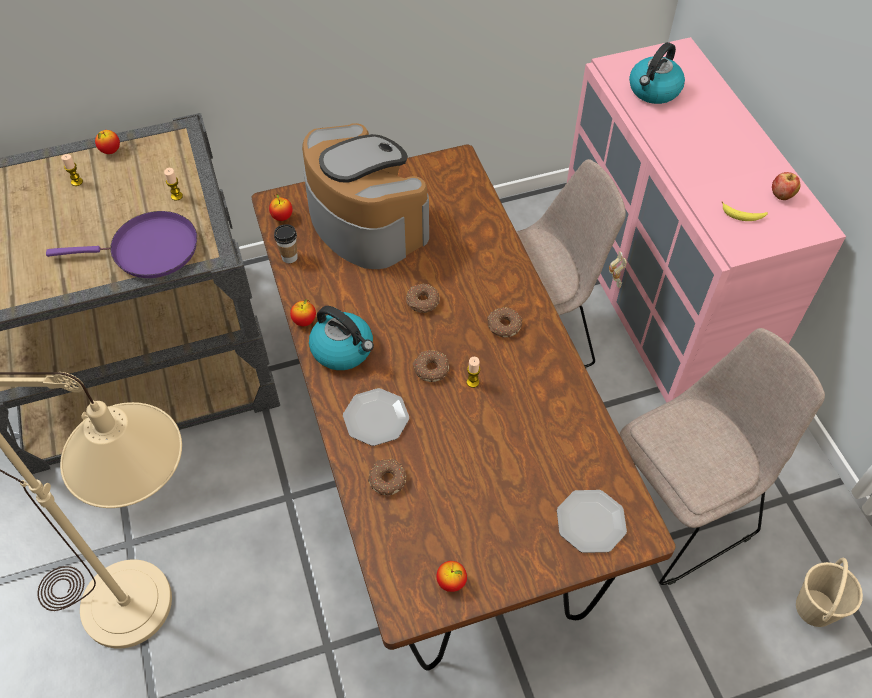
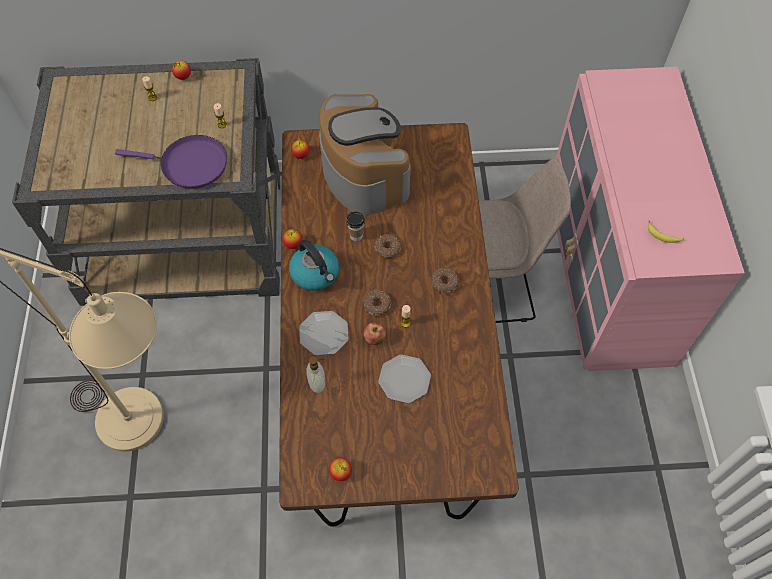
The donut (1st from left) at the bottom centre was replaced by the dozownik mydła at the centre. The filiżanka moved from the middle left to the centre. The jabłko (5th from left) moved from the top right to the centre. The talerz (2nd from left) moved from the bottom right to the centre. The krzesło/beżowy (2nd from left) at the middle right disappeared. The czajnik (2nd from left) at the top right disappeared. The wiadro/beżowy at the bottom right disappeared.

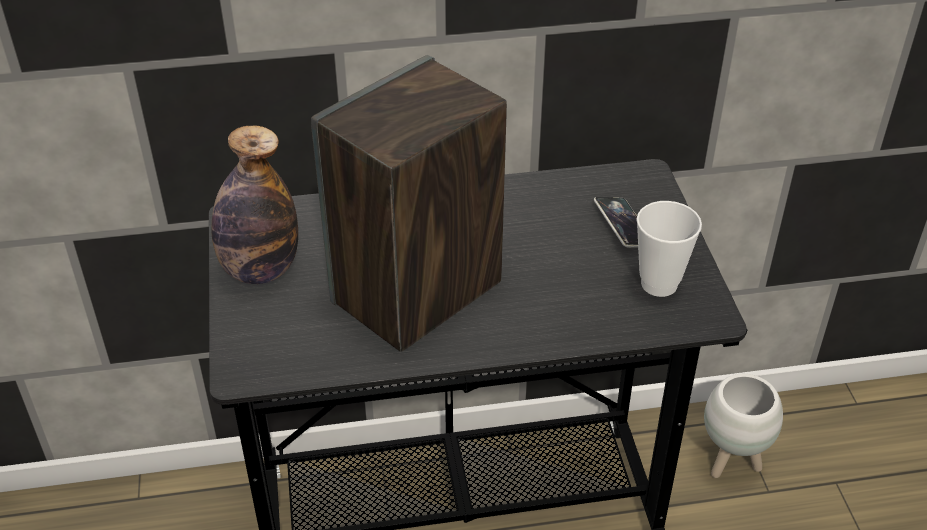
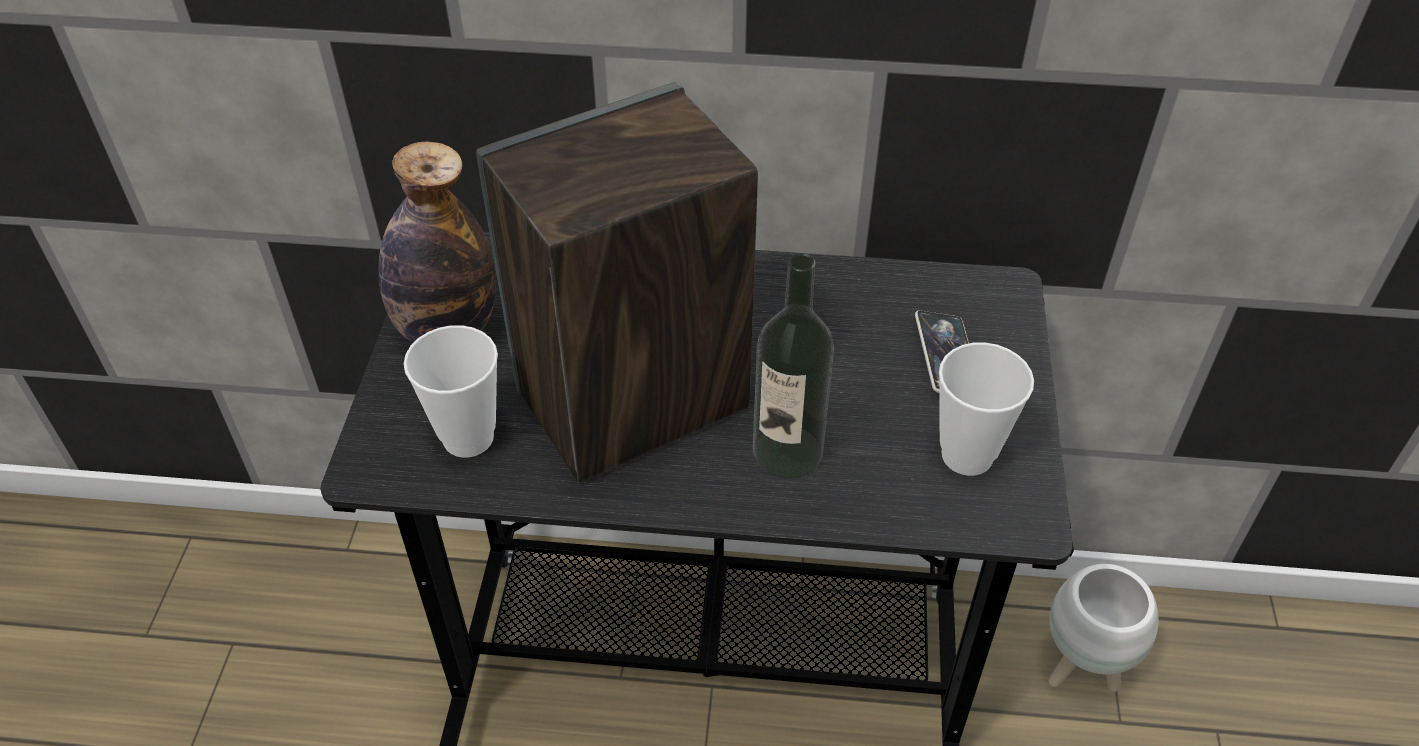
The filiżanka (1st from left) at the middle left appeared. The butelka (2nd from left) at the centre appeared.

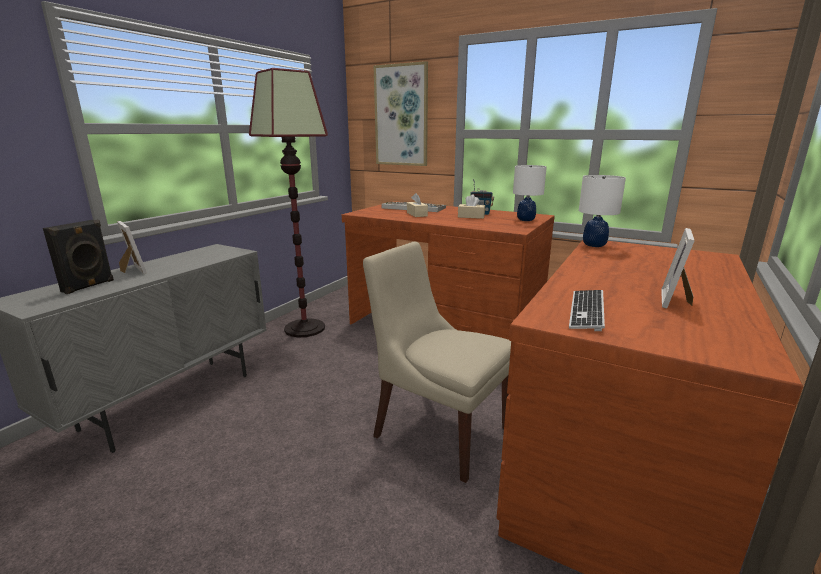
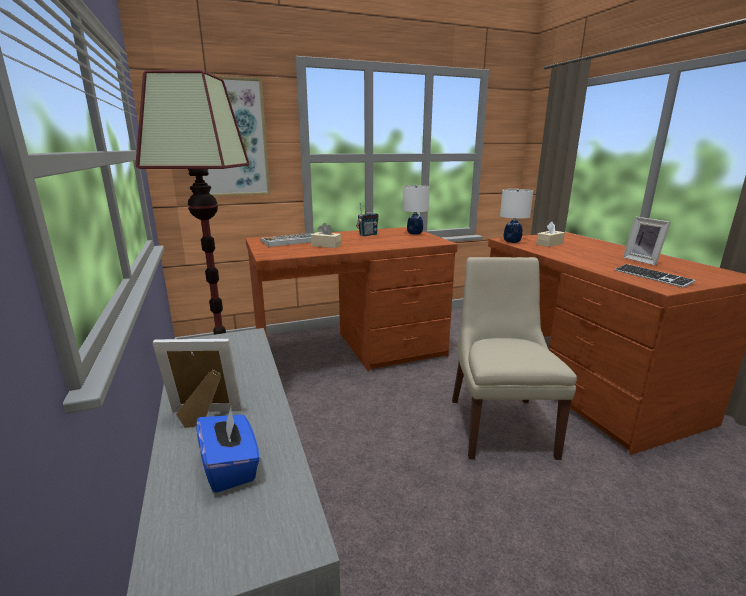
The głośnik/czarny at the middle left was replaced by the pudełko chusteczek/niebieski at the bottom left. The krzesło/beżowy at the centre turned 105 degrees clockwise. The pudełko chusteczek/beżowy (2nd from left) moved from the centre to the middle right.

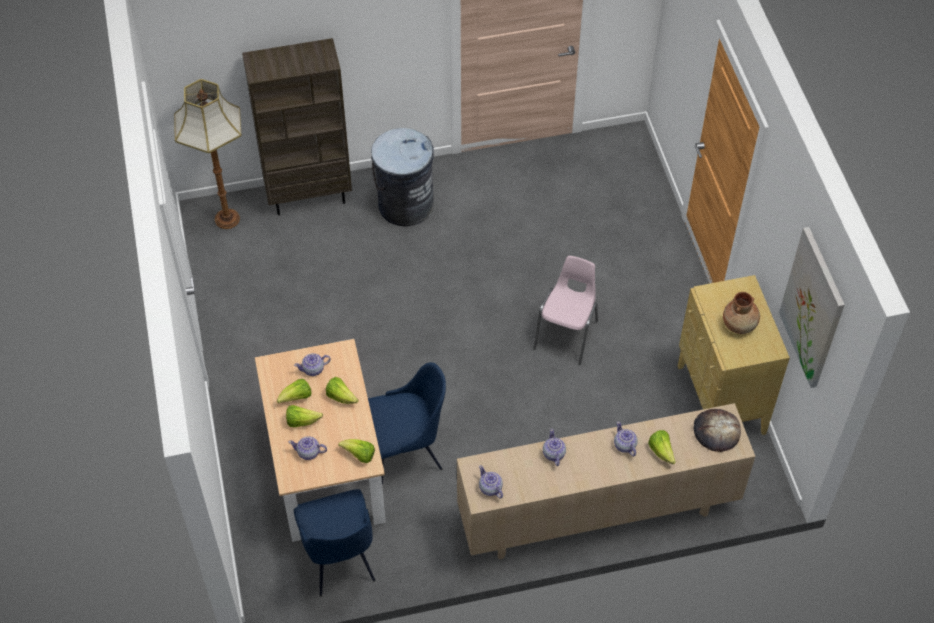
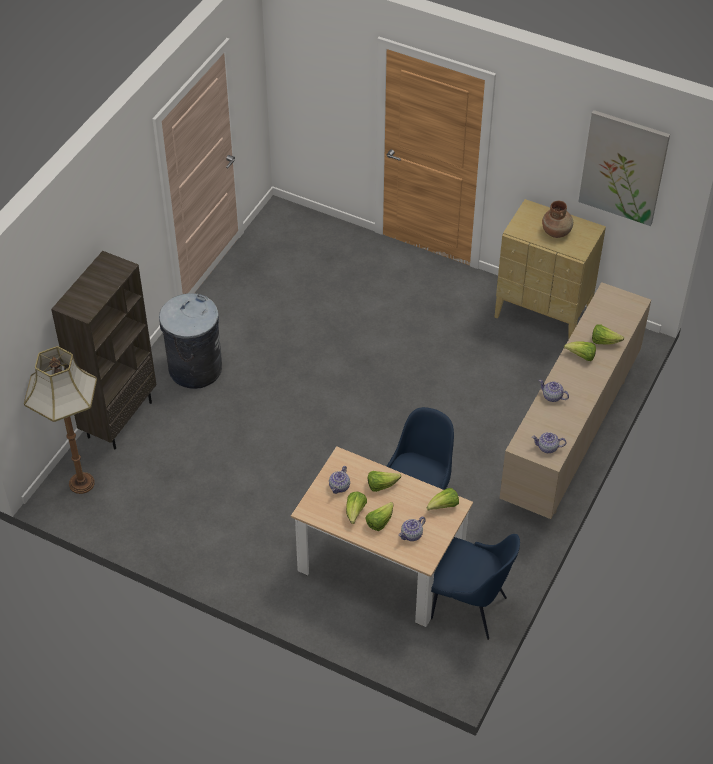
The imbryk (5th from left) at the bottom right was replaced by the sałata (5th from left) at the middle right. The krzesło/różowy at the centre disappeared. The chleb at the bottom right disappeared.

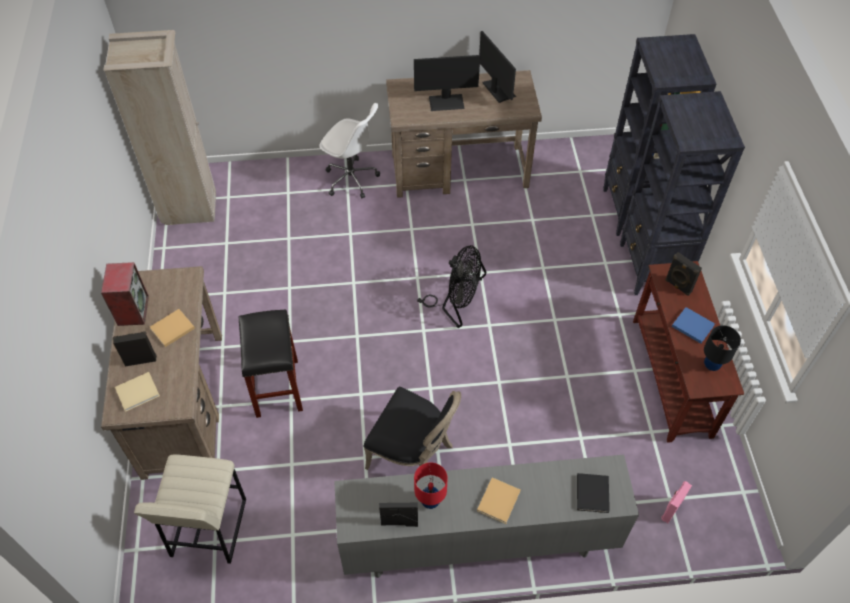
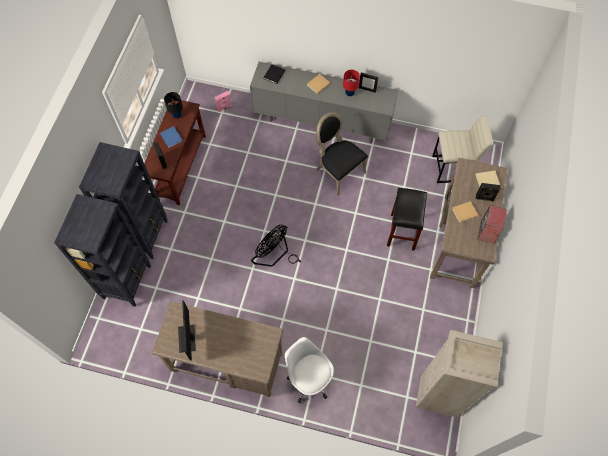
The krzesło/beżowy at the bottom left turned 60 degrees clockwise. The monitor (1st from left) at the top centre disappeared.

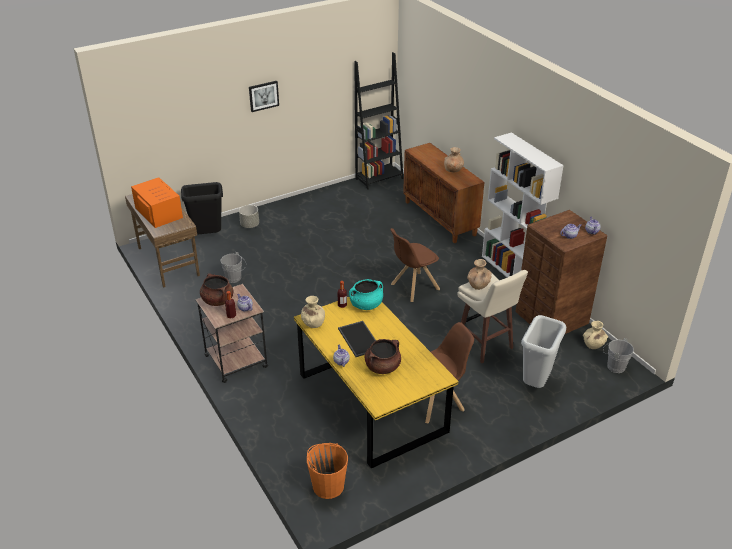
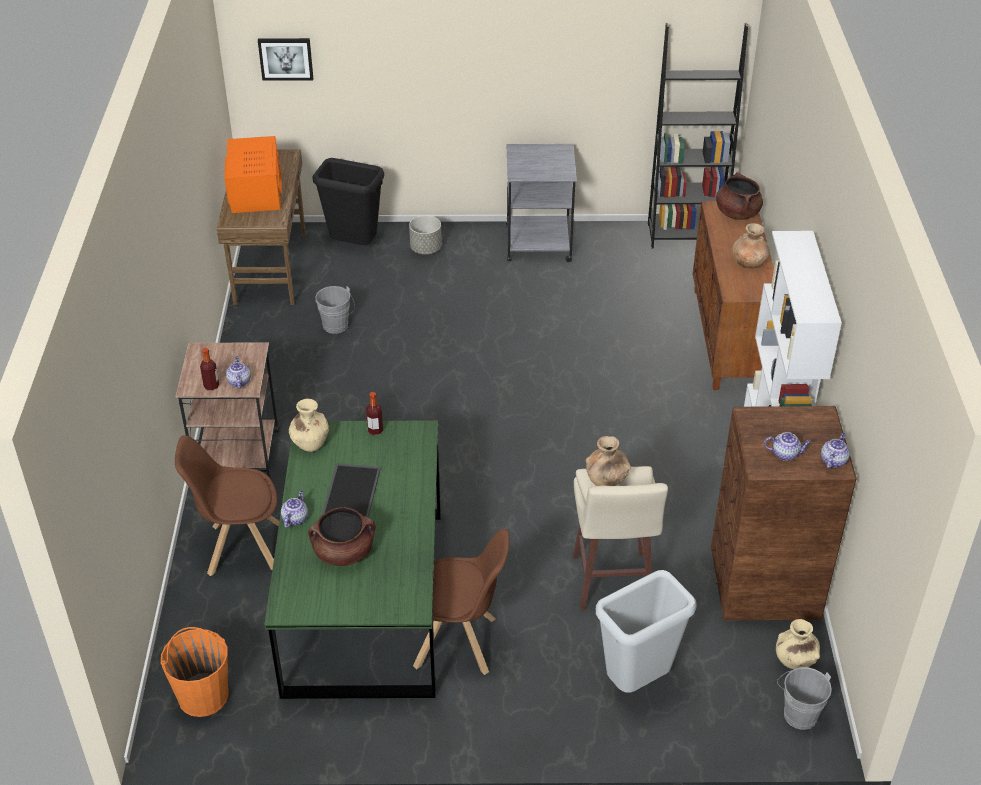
The krzesło/brązowy (1st from left) moved from the centre to the middle left. The obraz moved from the top centre to the top left. The stół jadalny/żółty at the bottom centre became the stół jadalny/zielony at the bottom centre. The wózek/szary at the top centre appeared. The garnek/brązowy (1st from left in the first image) moved from the middle left to the top right. The garnek/turkusowy at the centre disappeared.

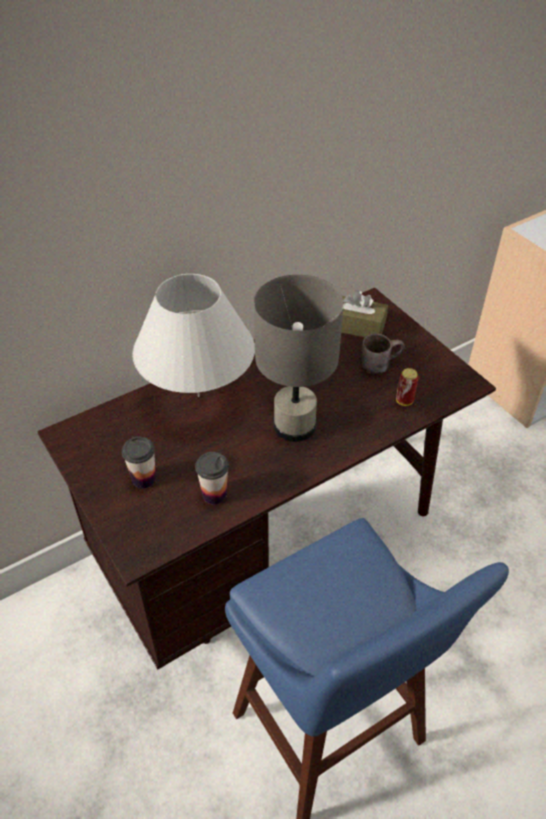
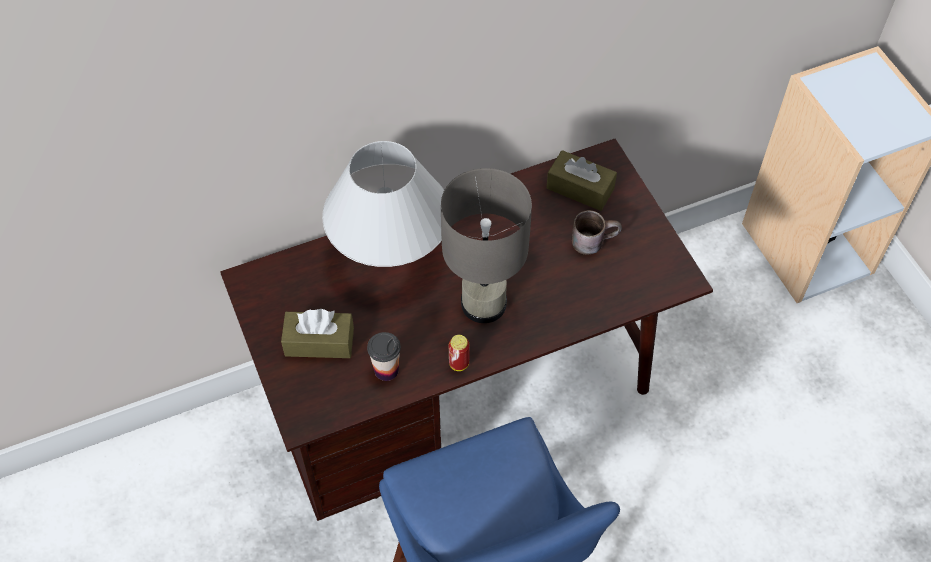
The filiżanka (1st from left) at the middle left was replaced by the pudełko chusteczek/brązowy (1st from left) at the centre. The puszka moved from the middle right to the centre.

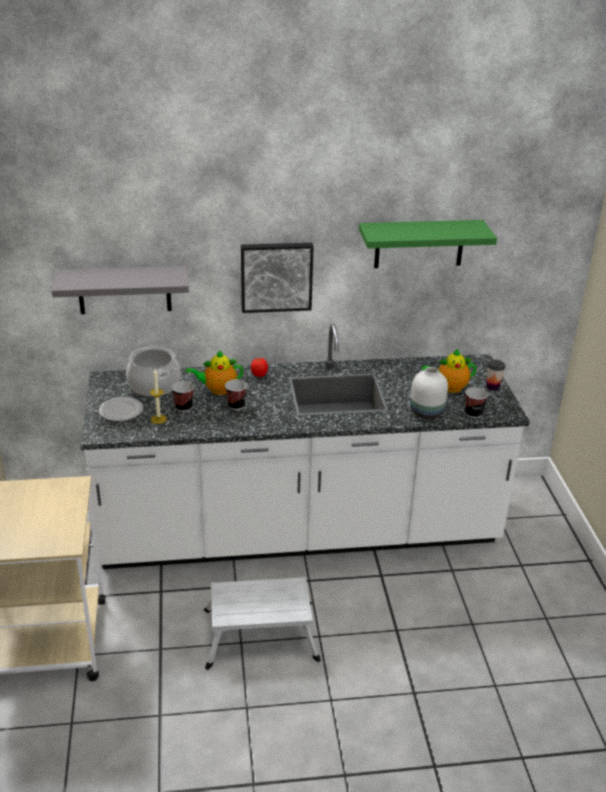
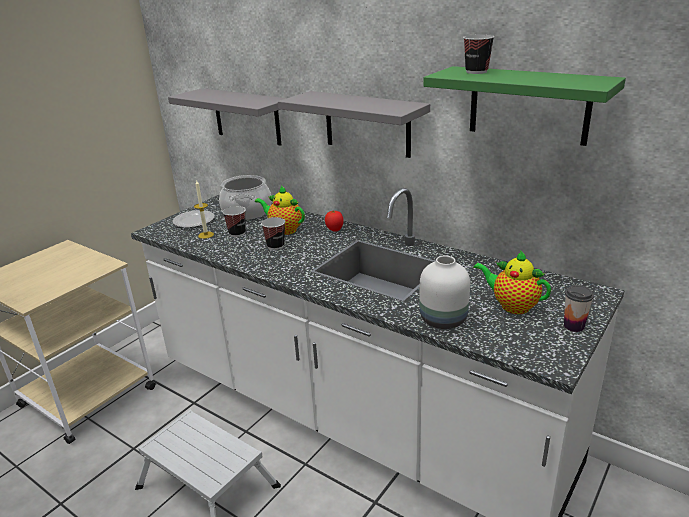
The obraz at the centre was replaced by the półka/szary (2nd from left) at the top centre. The filiżanka (3rd from left) moved from the middle right to the top right.

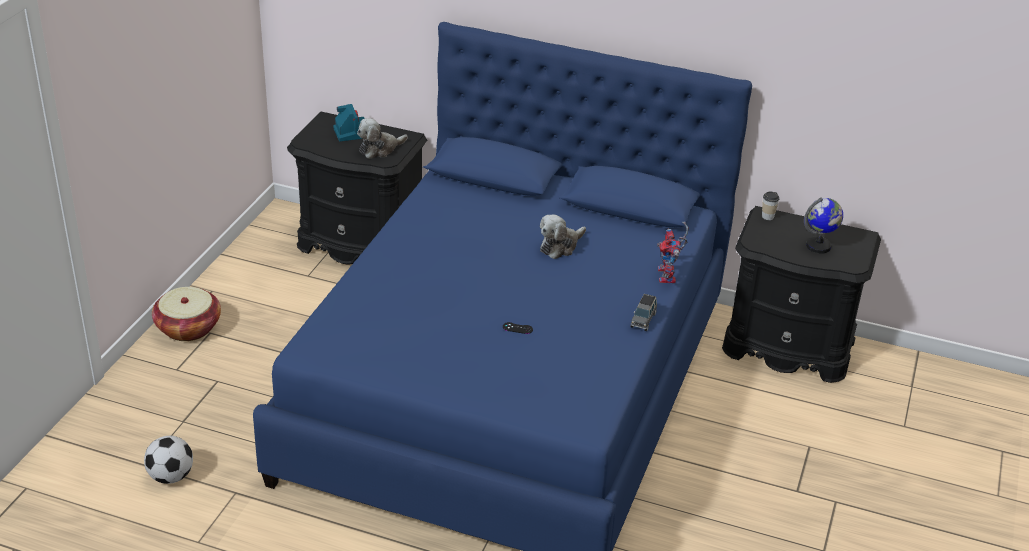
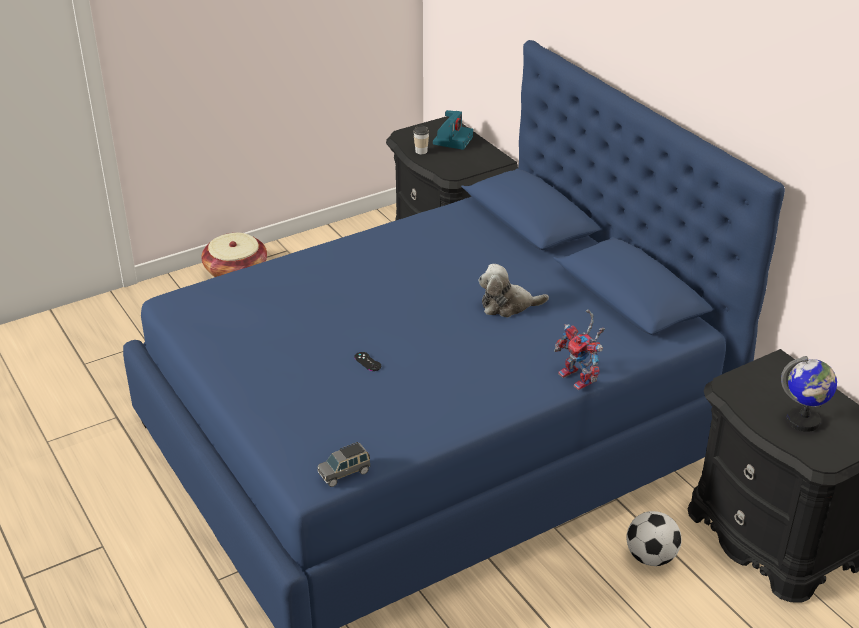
The samochodzik/szary moved from the centre to the bottom centre. The filiżanka moved from the middle right to the top centre. The robot zabawkowy at the centre turned 75 degrees counterclockwise. The piłka futbolowa moved from the bottom left to the bottom right. The pluszak (1st from left) at the top centre disappeared.

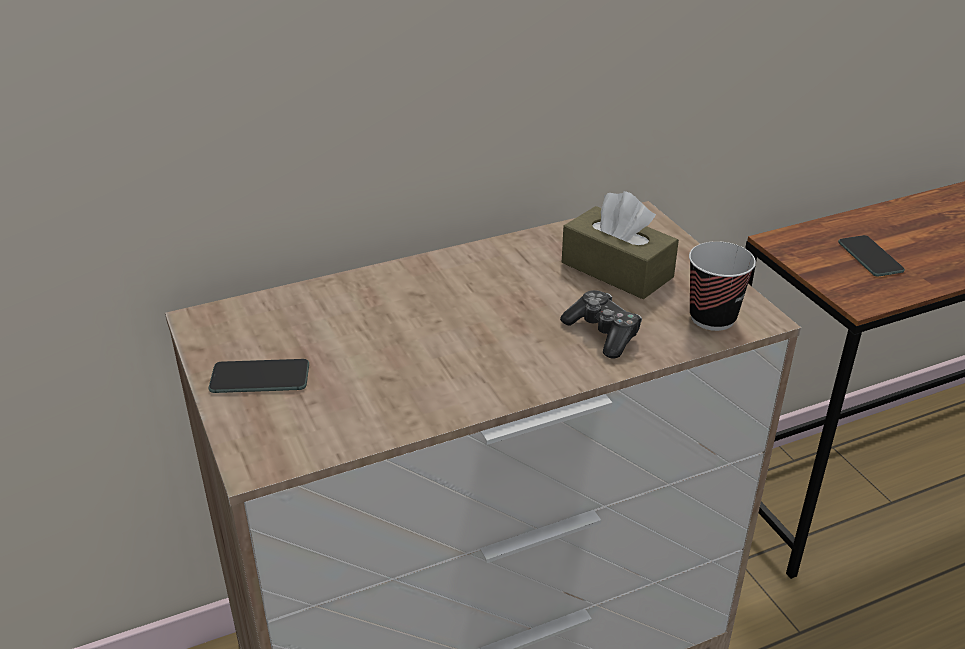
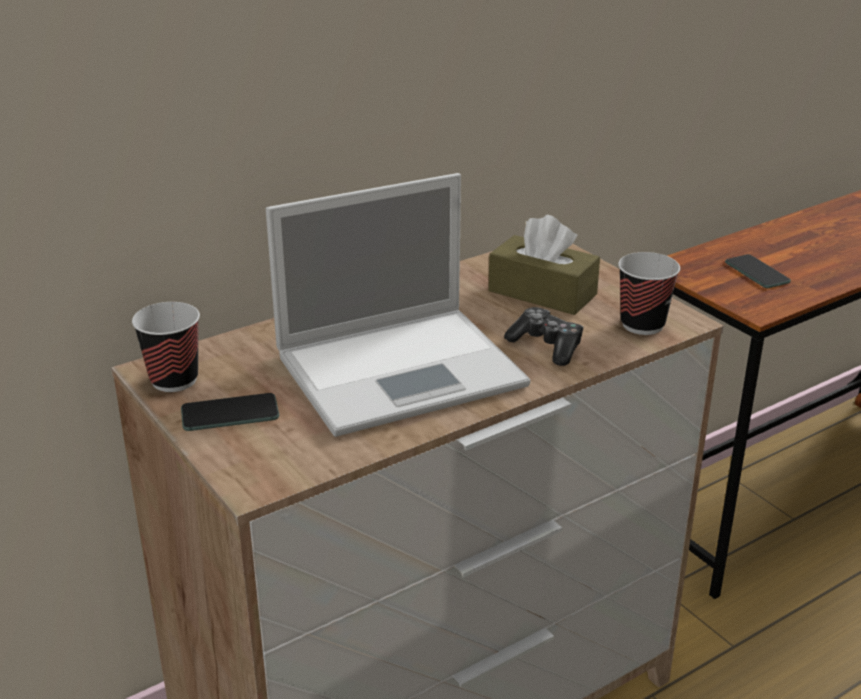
The filiżanka (1st from left) at the middle left appeared. The laptop at the centre appeared.

